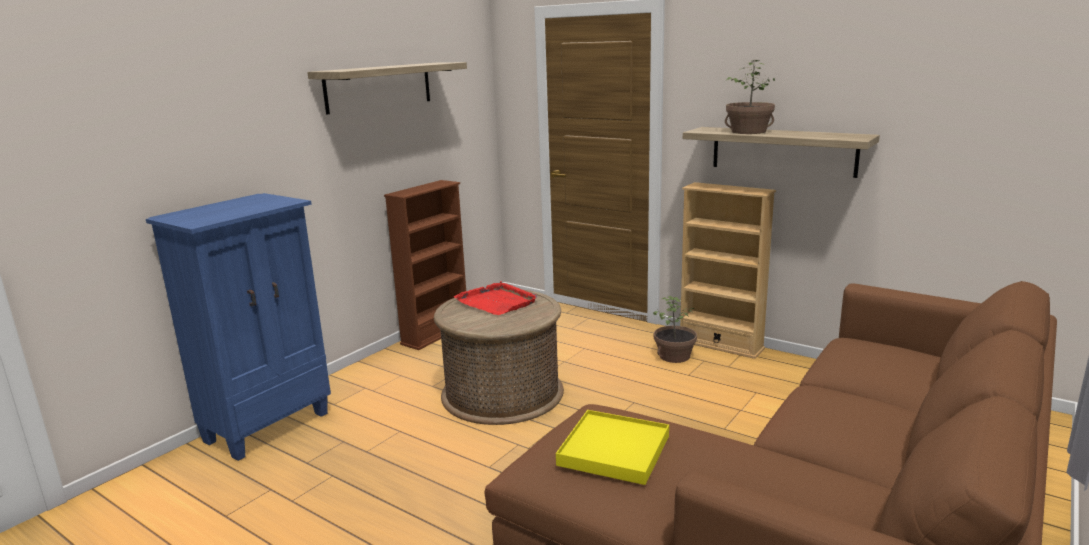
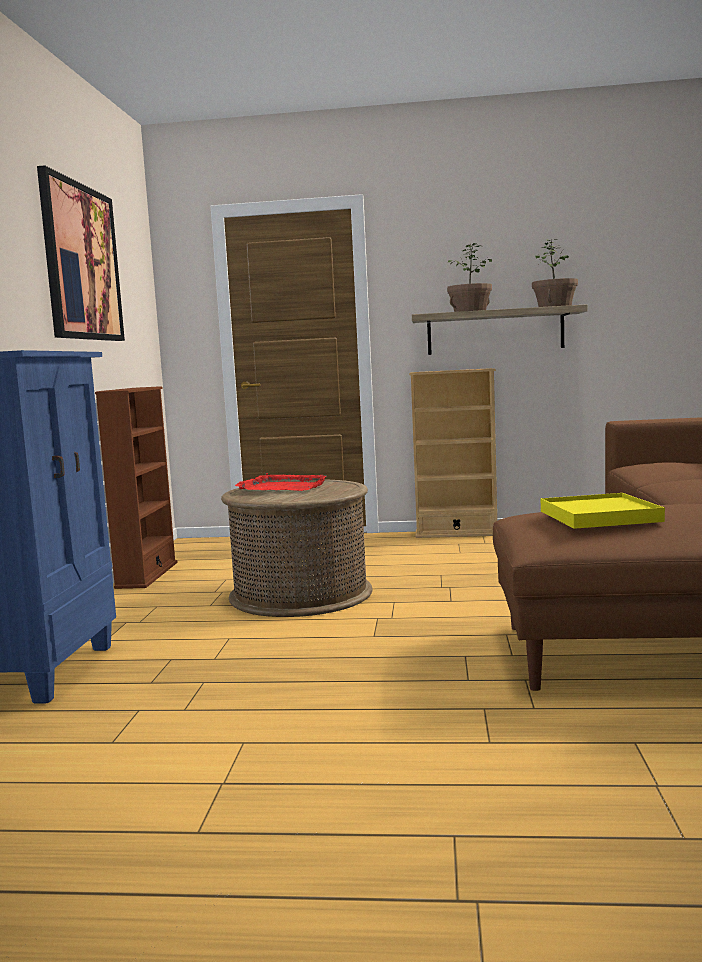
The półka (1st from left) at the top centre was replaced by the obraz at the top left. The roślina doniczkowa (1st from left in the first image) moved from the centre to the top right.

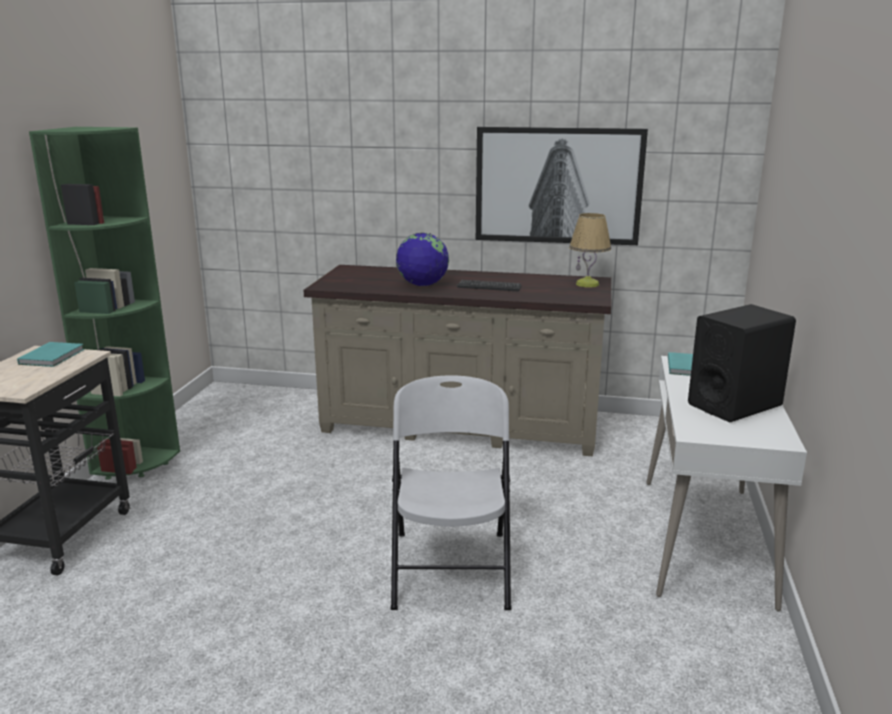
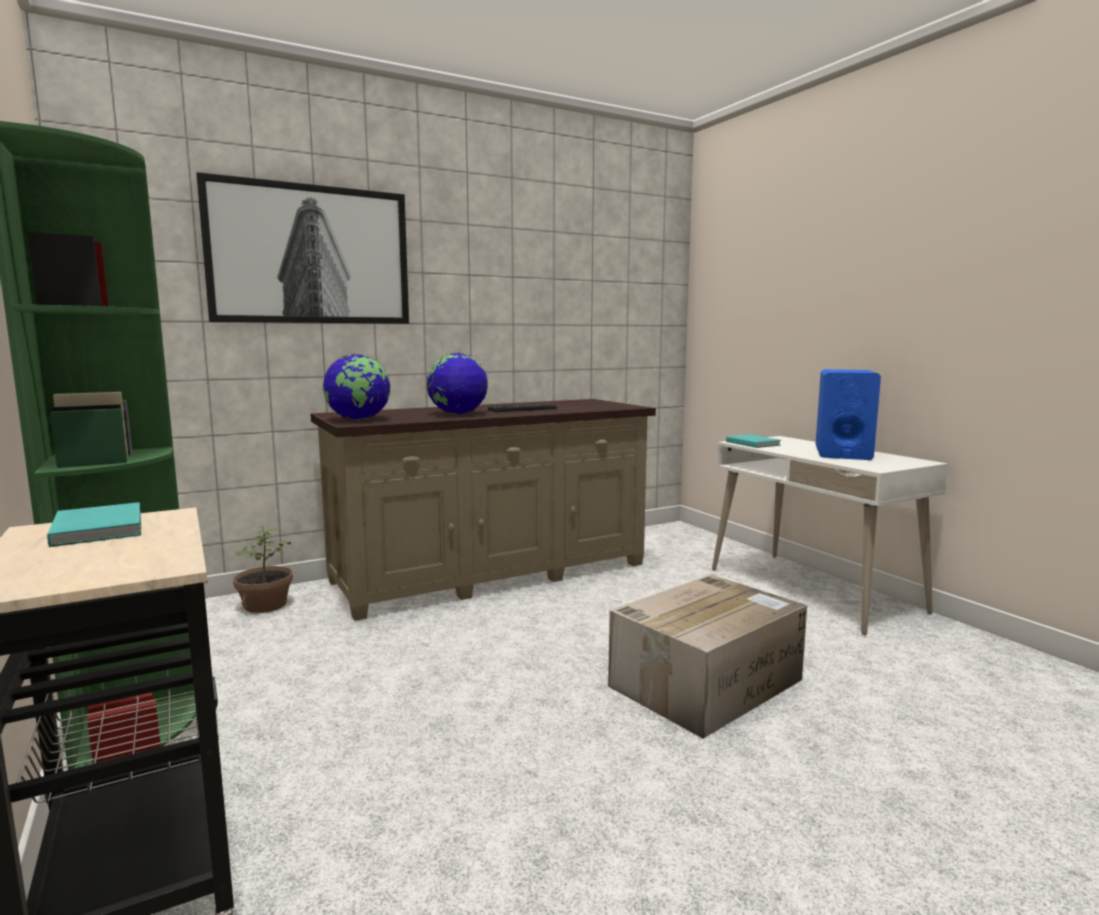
The obraz moved from the top centre to the top left. The roślina doniczkowa at the middle left appeared. The globus (1st from left) at the middle left appeared. The krzesło/biały at the bottom centre was replaced by the karton at the bottom centre. The głośnik/czarny at the middle right became the głośnik/niebieski at the middle right. The lampa stołowa at the centre disappeared.

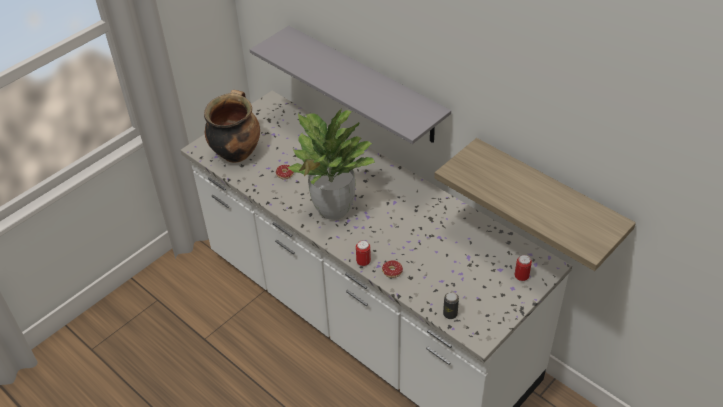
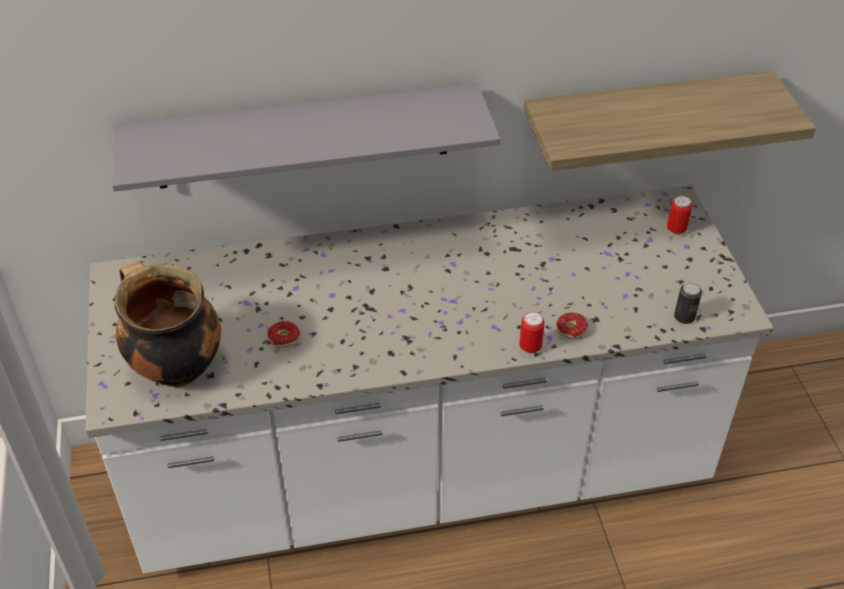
The roślina doniczkowa at the centre disappeared.

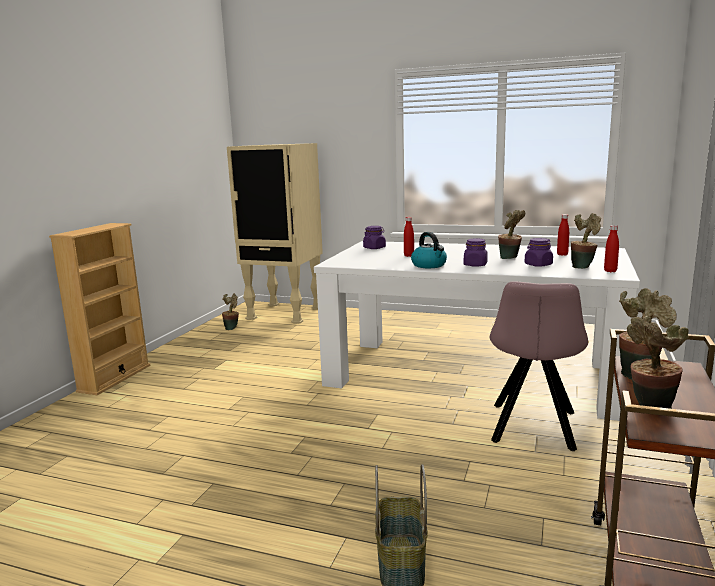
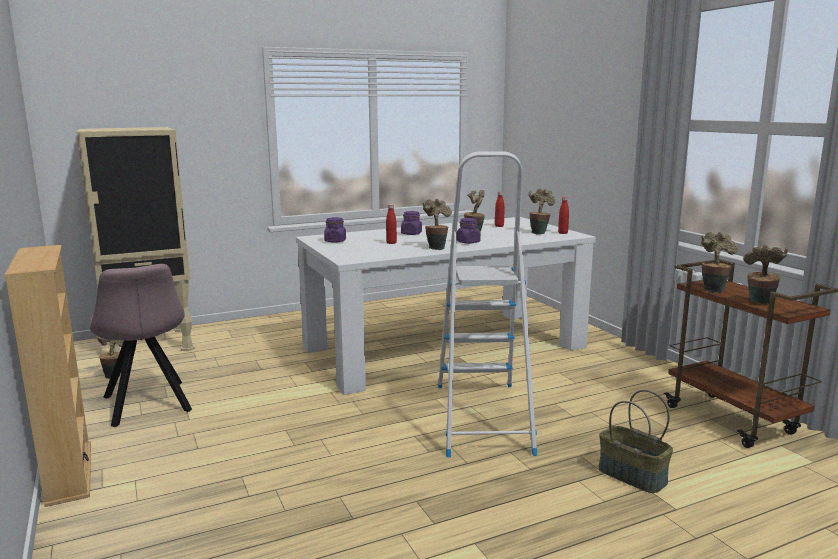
The krzesło/różowy moved from the middle right to the middle left. The słoik/fioletowy (3rd from left in the first image) moved from the middle right to the centre. The czajnik at the centre was replaced by the roślina doniczkowa (2nd from left) at the centre. The drabinka/biały at the centre appeared.

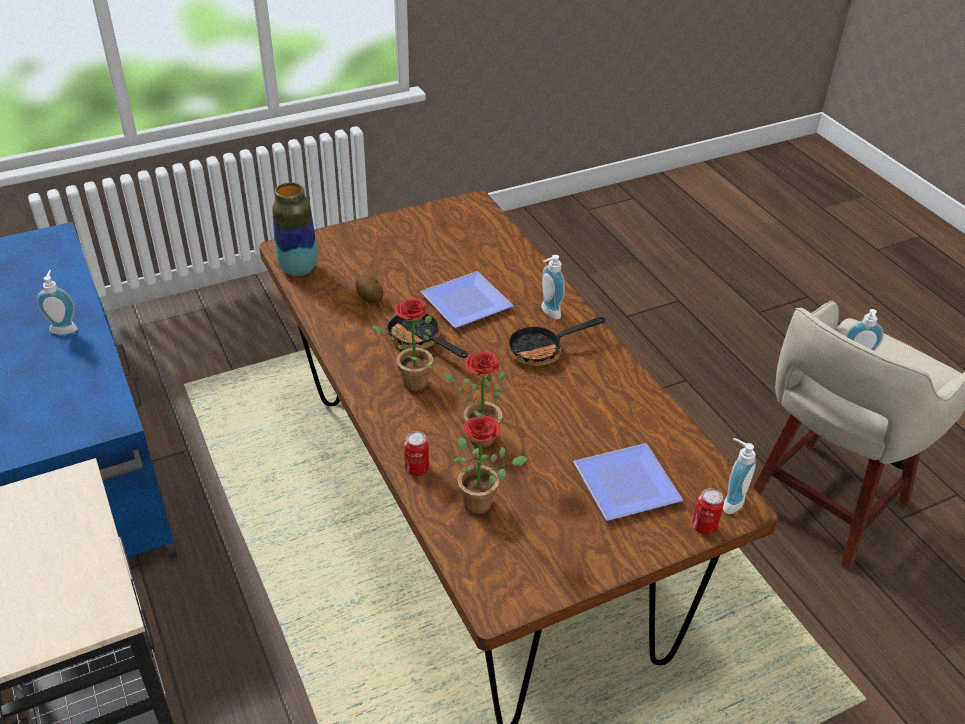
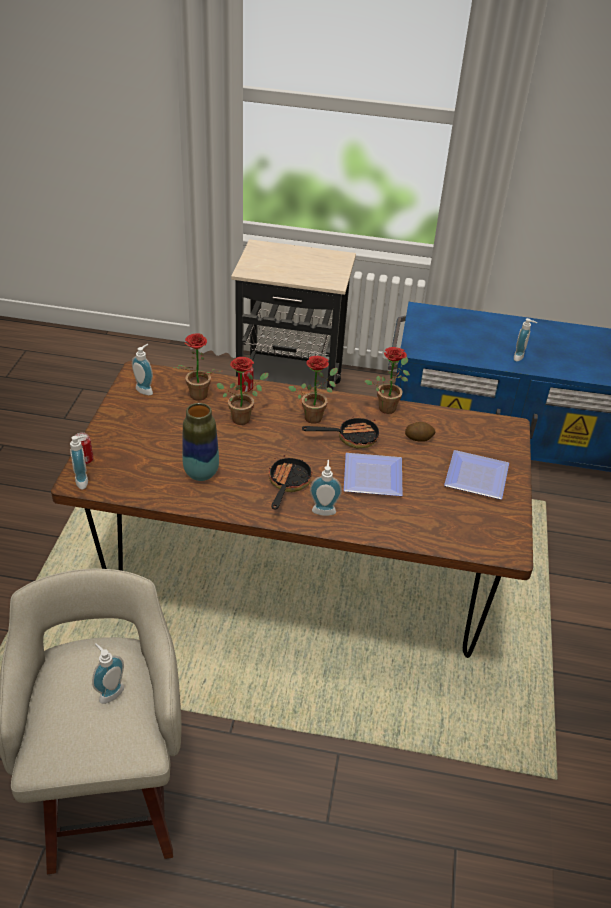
The dozownik mydła (3rd from left) at the middle left appeared. The wazon moved from the top left to the middle left. The roślina doniczkowa (4th from left) at the centre appeared. The talerz (2nd from left) moved from the centre to the middle right.

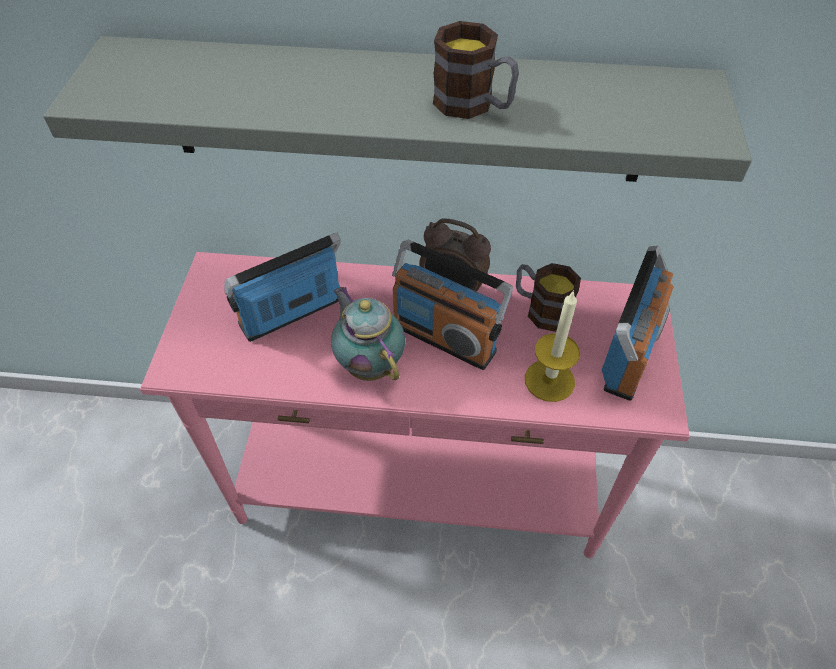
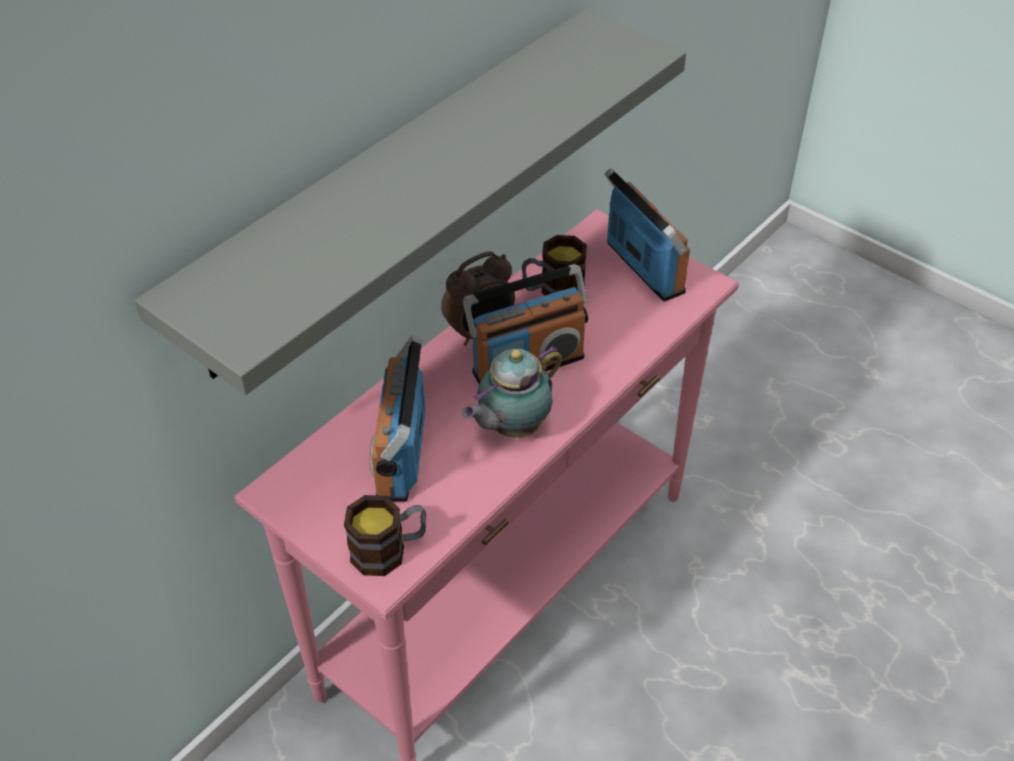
The kubek (1st from left) moved from the top centre to the bottom centre. The imbryk at the centre turned 45 degrees counterclockwise. The świeca at the centre disappeared.

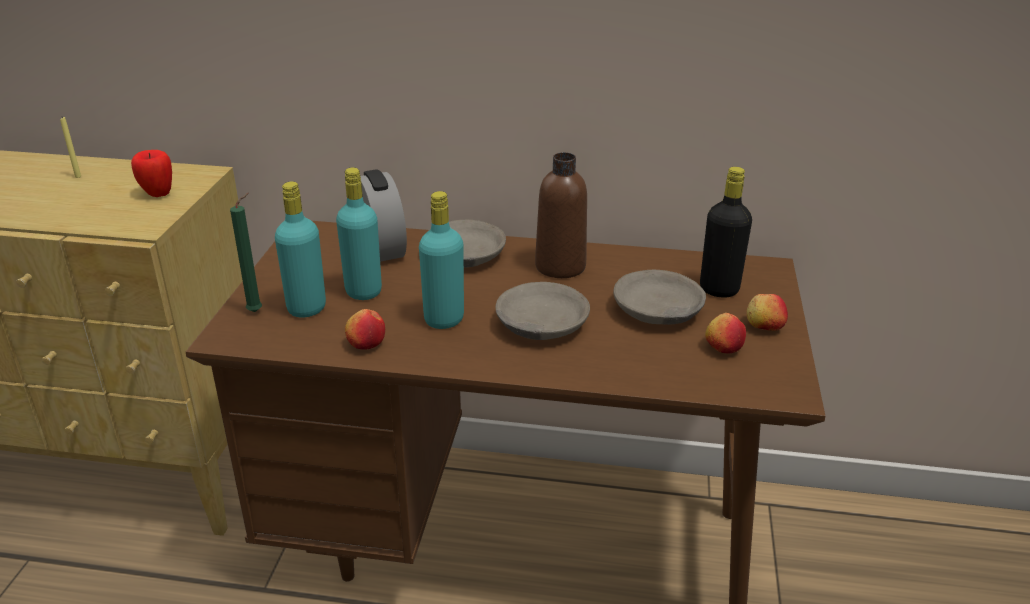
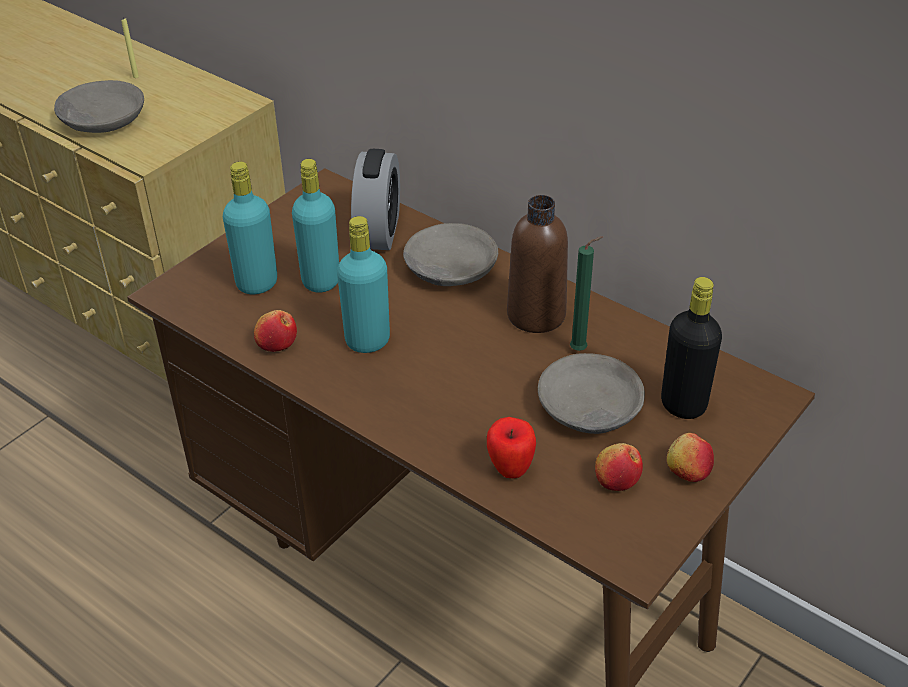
The miska/szary (2nd from left in the first image) moved from the centre to the top left. The jabłko (1st from left in the first image) moved from the top left to the centre. The świeca/zielony moved from the middle left to the centre.

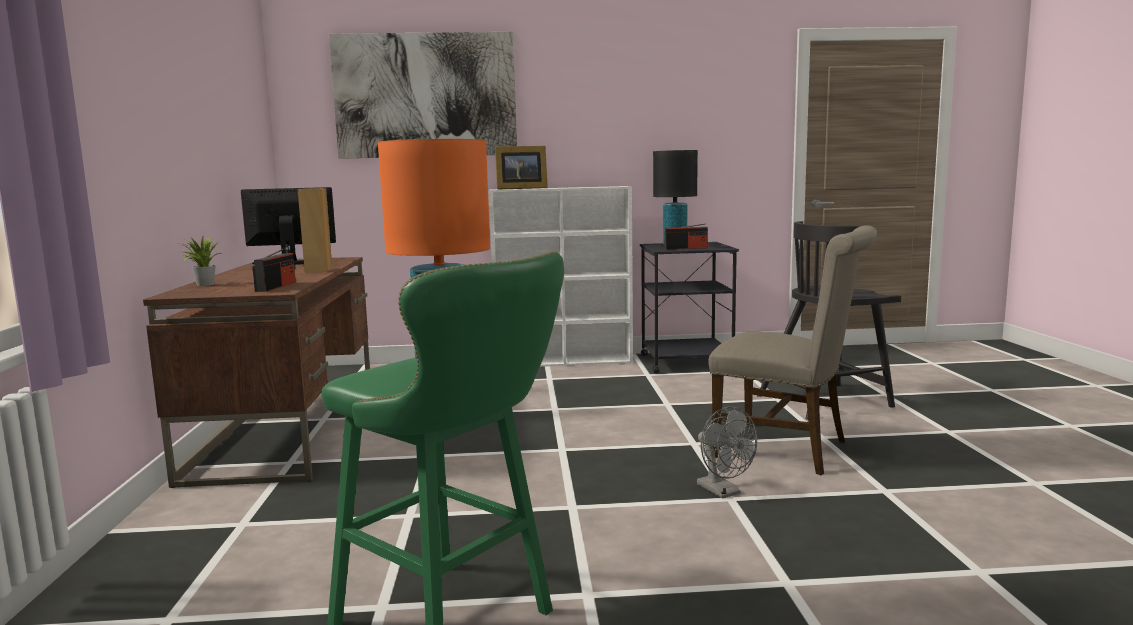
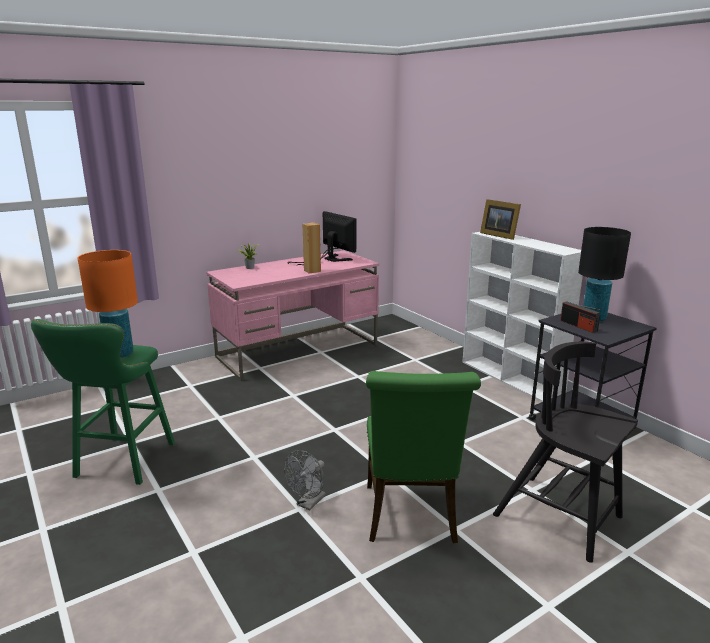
The biurko/brązowy at the middle left became the biurko/różowy at the centre. The krzesło/beżowy at the middle right became the krzesło/zielony at the bottom centre. The radio (1st from left) at the middle left disappeared. The obraz at the top centre disappeared.

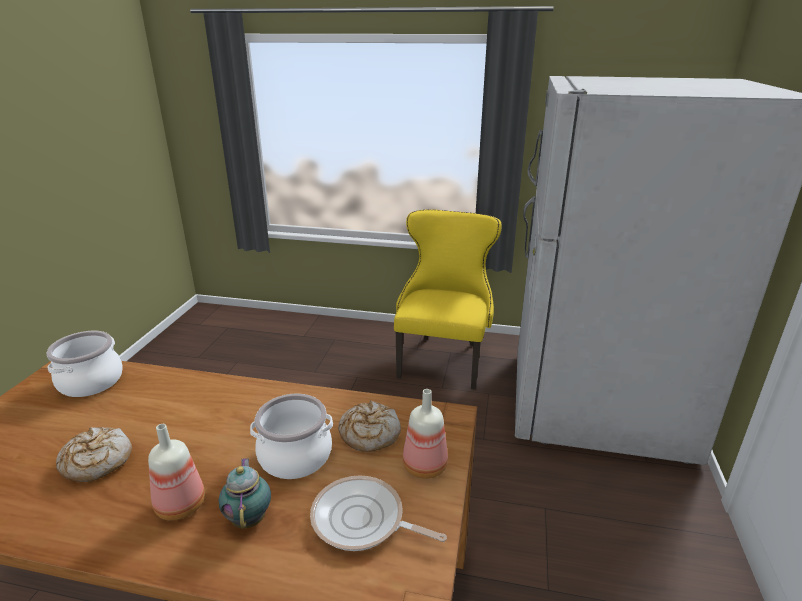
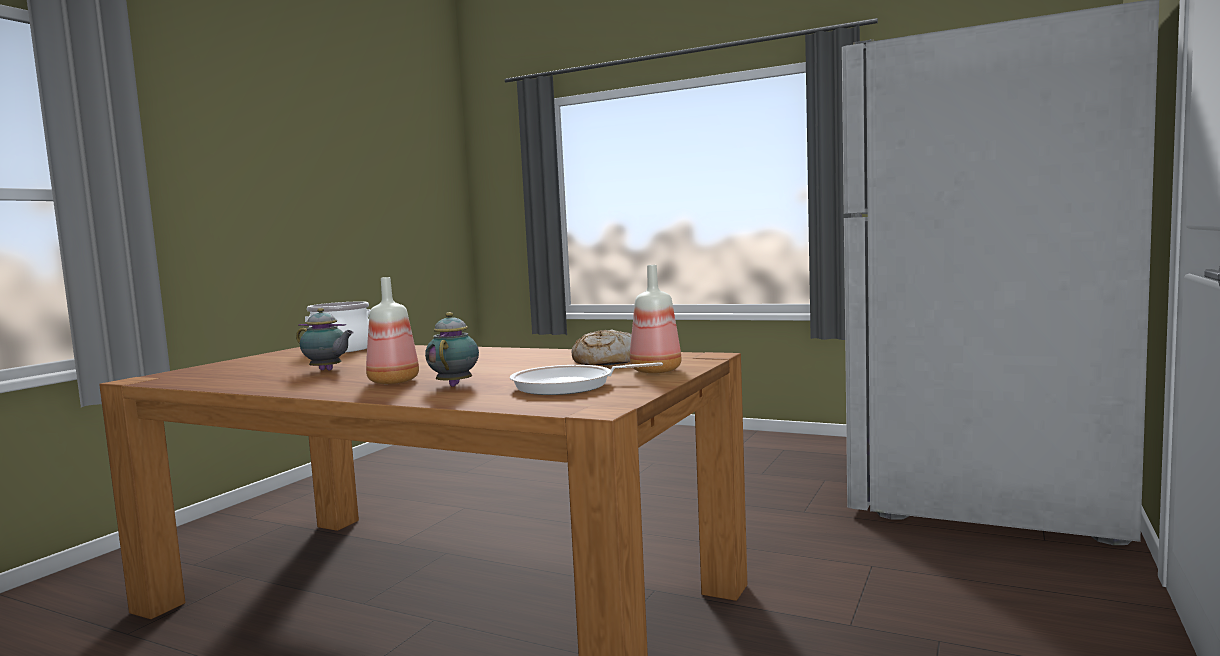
The chleb (1st from left) at the bottom left was replaced by the imbryk (1st from left) at the middle left. The patelnia at the bottom centre turned 45 degrees counterclockwise. The garnek (2nd from left) at the bottom centre disappeared. The krzesło/żółty at the centre disappeared.

